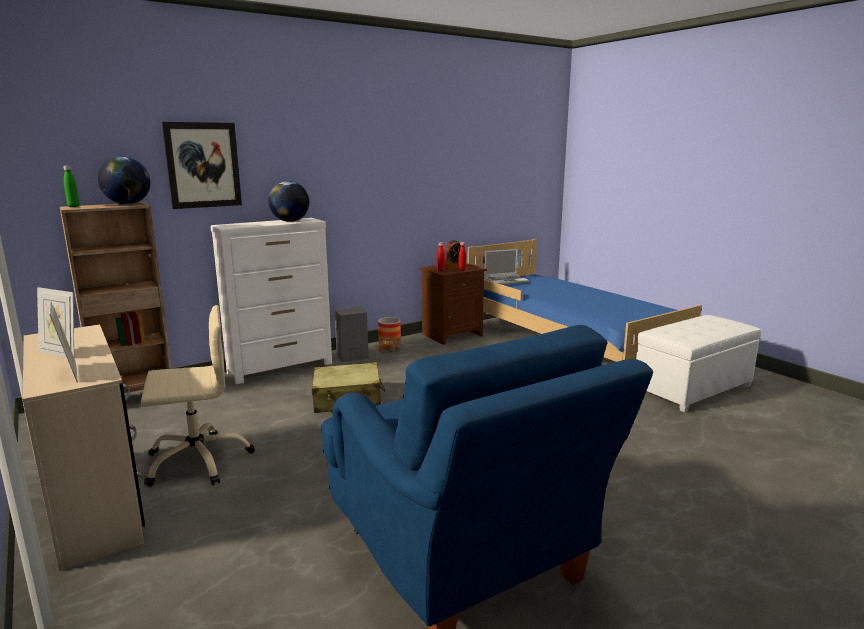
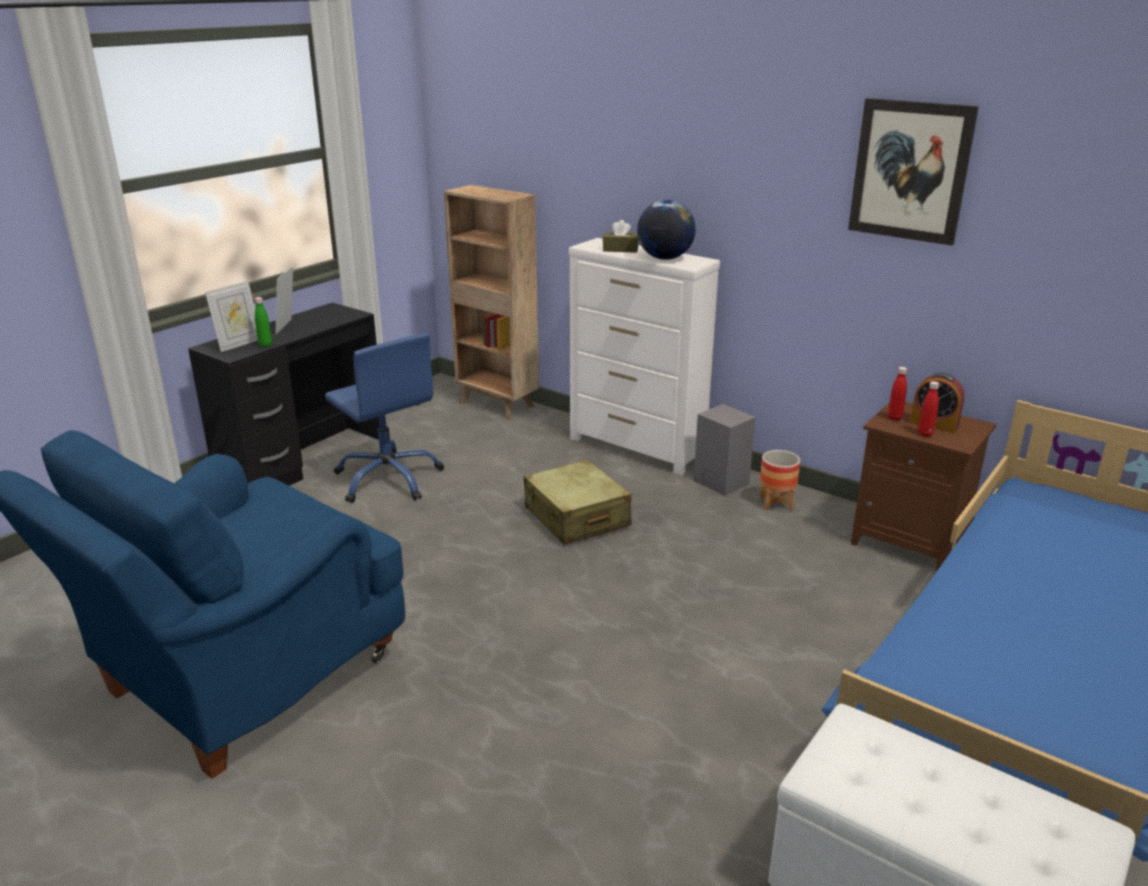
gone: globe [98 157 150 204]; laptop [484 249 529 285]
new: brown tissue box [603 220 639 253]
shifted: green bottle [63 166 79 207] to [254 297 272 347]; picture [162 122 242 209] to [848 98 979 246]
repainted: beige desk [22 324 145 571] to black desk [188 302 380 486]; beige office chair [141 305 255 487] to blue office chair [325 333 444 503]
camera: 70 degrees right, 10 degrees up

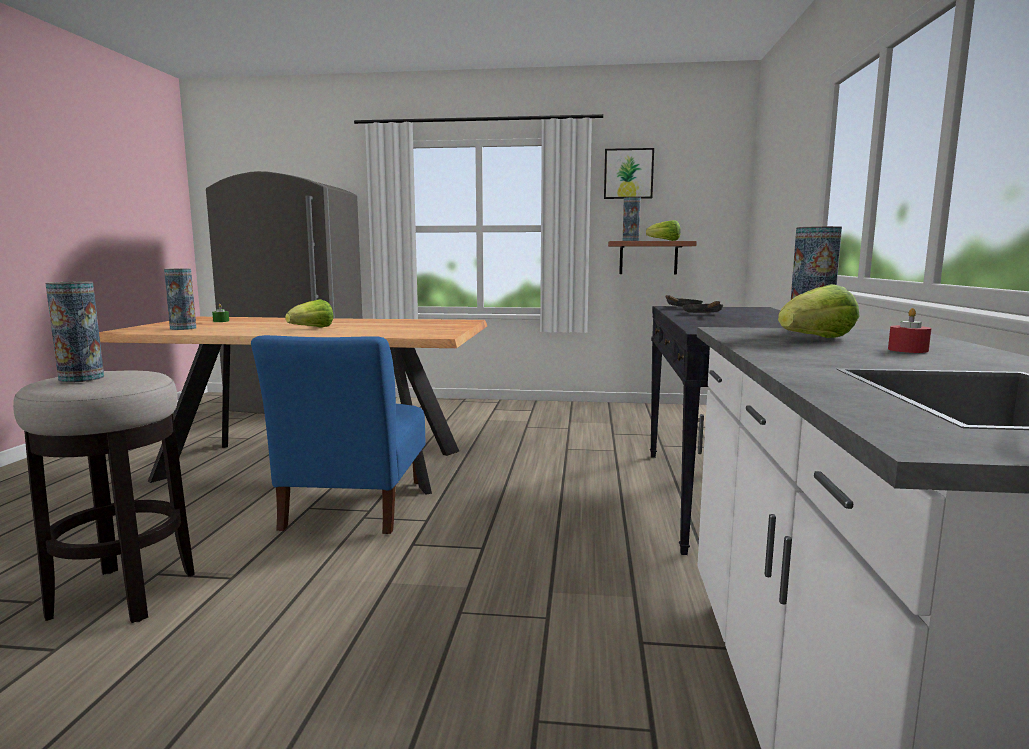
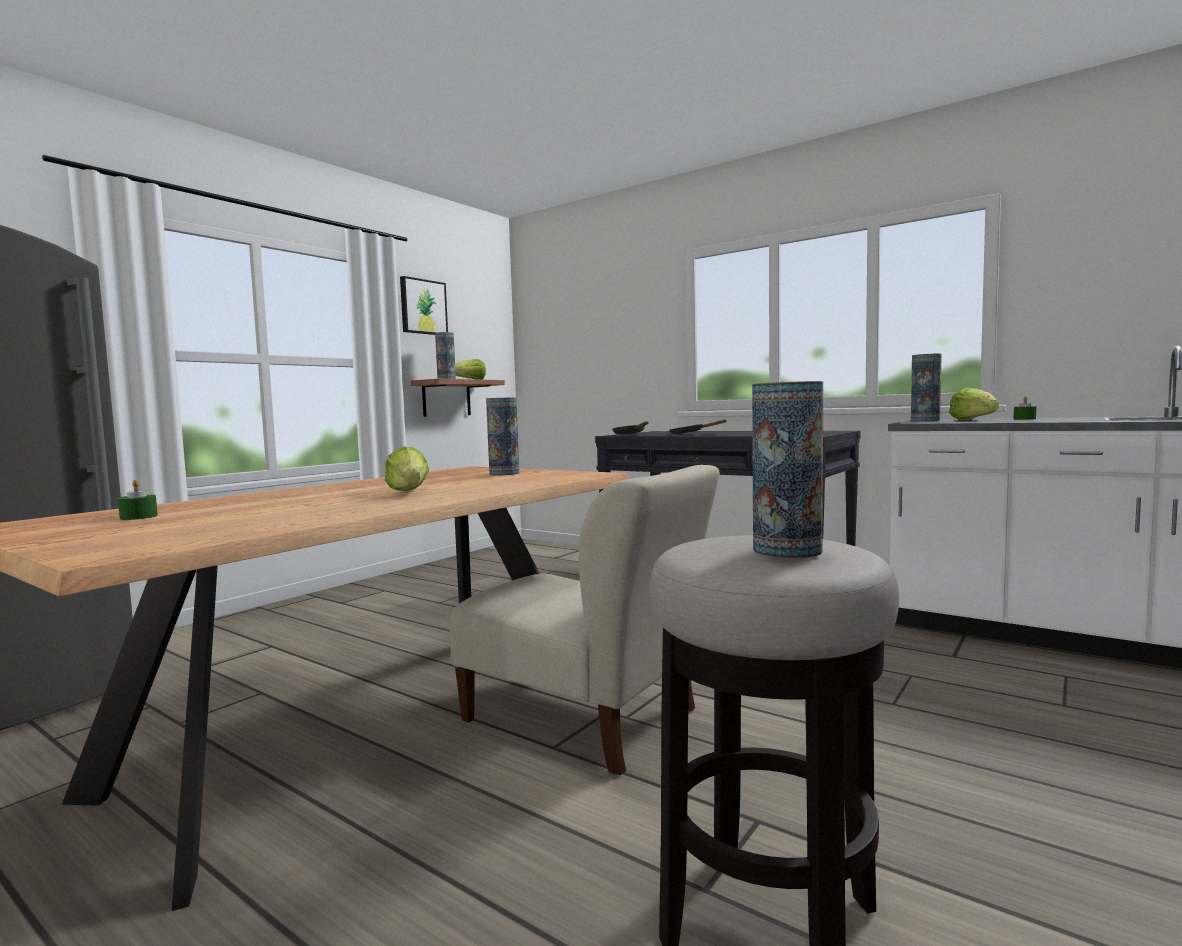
shifted: vase [164 268 196 330] to [486 397 519 475]
repainted: blue chair [251 335 425 534] to beige chair [450 465 720 775]; red candle [888 308 932 353] to green candle [1014 396 1036 419]
camera: 60 degrees left, 5 degrees down

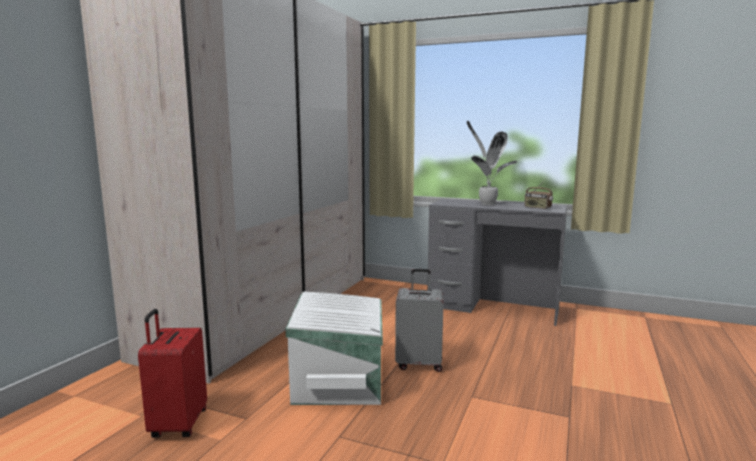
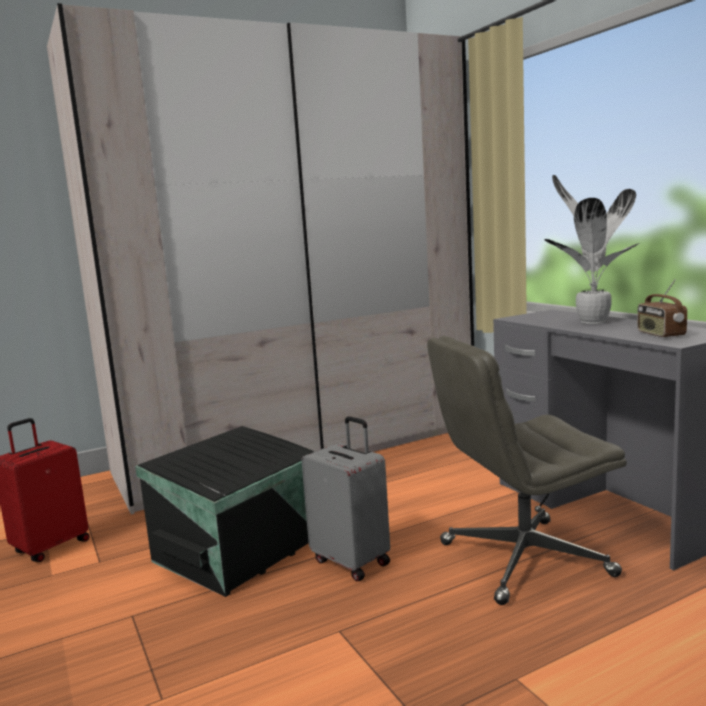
new: grey office chair [427 336 627 605]
repainted: white storage box [285 291 383 405] to black storage box [135 426 315 597]
camera: 40 degrees right, 0 degrees up

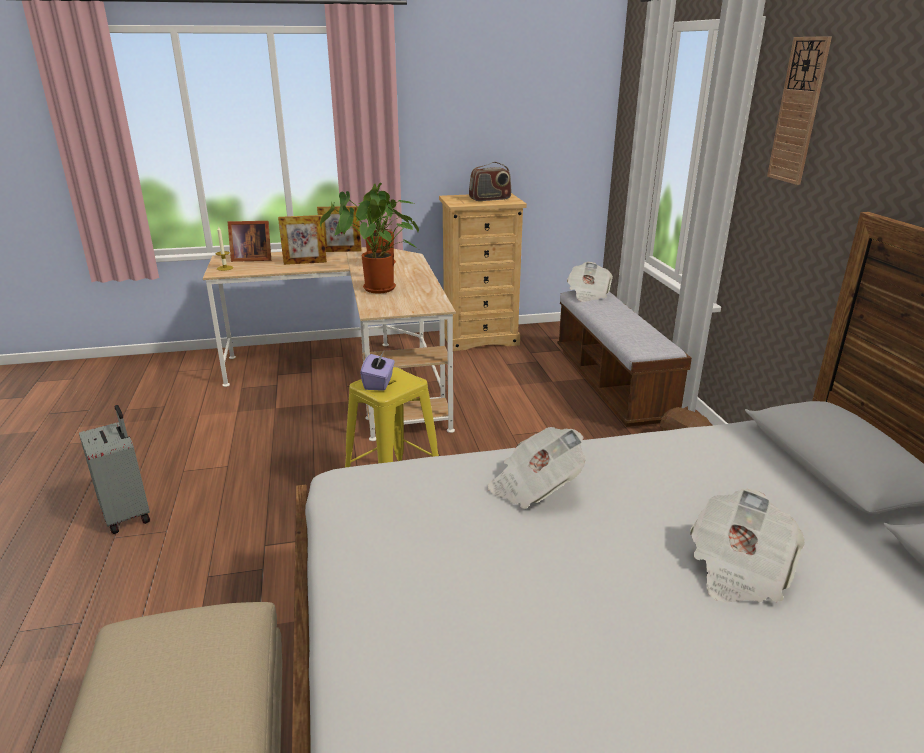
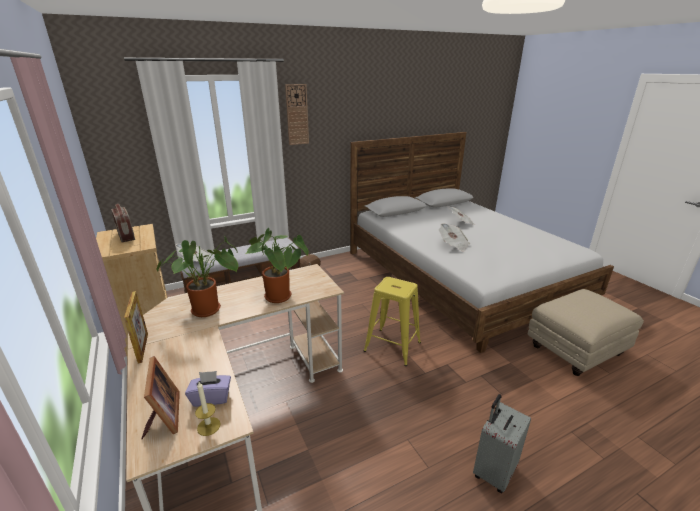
gone: picture frame [278 215 327 265]
shifted: purple tissue box [360 351 395 391] to [185 371 231 407]
camera: 105 degrees left, 0 degrees up

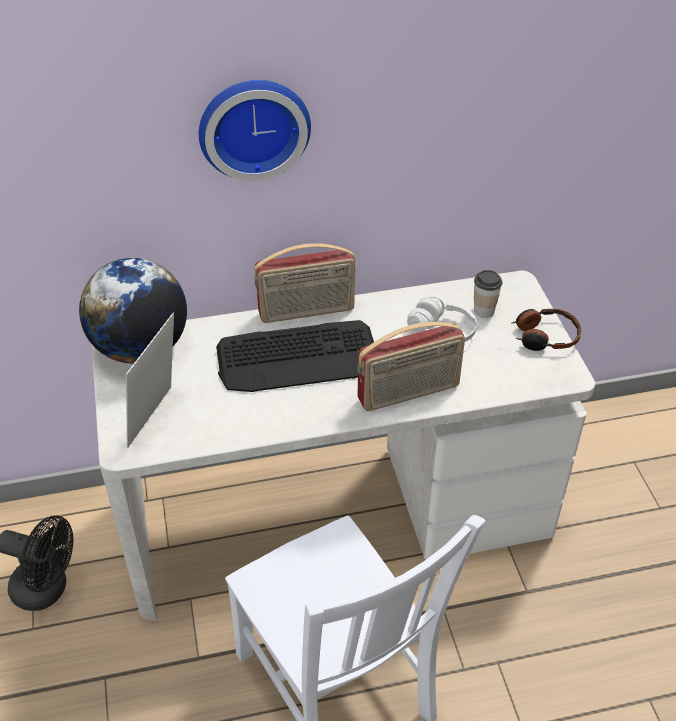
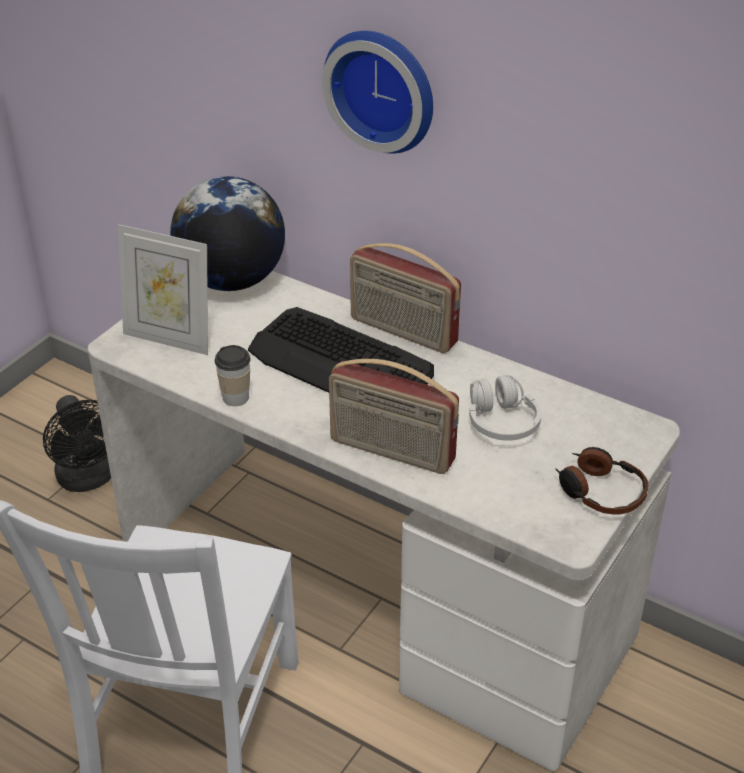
shifted: cup [474 270 503 318] to [214 345 251 406]
rotated: picture frame [126 313 174 448] = [118 224 208 355] 135 degrees counterclockwise
camera: 45 degrees right, 5 degrees down

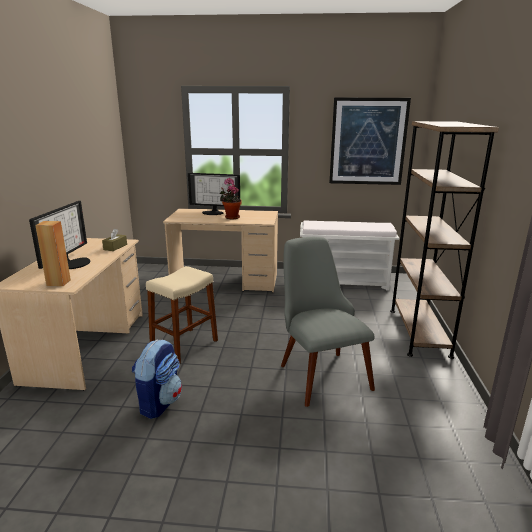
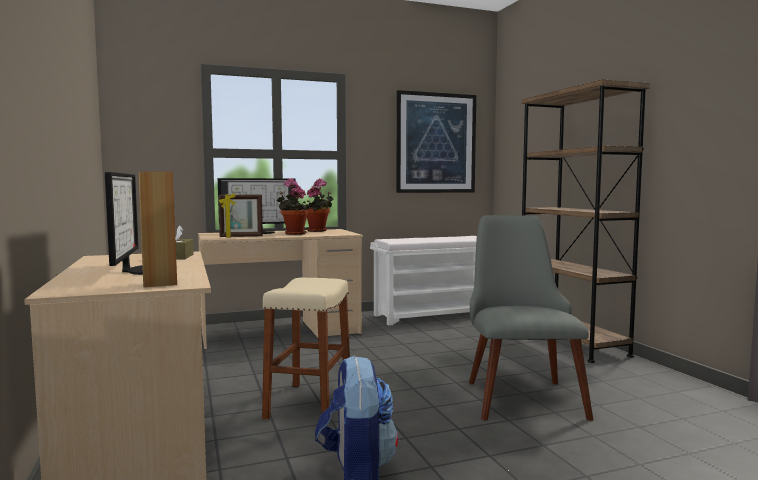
new: picture frame [218 193 263 238]; potted plant [306 178 334 232]
rotated: grey chair [281 237 375 407] = [469 215 593 421] 45 degrees clockwise
camera: 25 degrees left, 15 degrees down

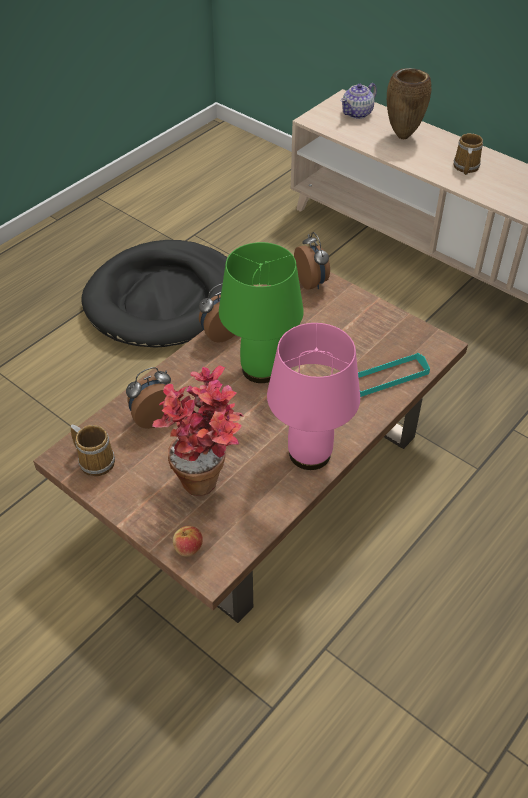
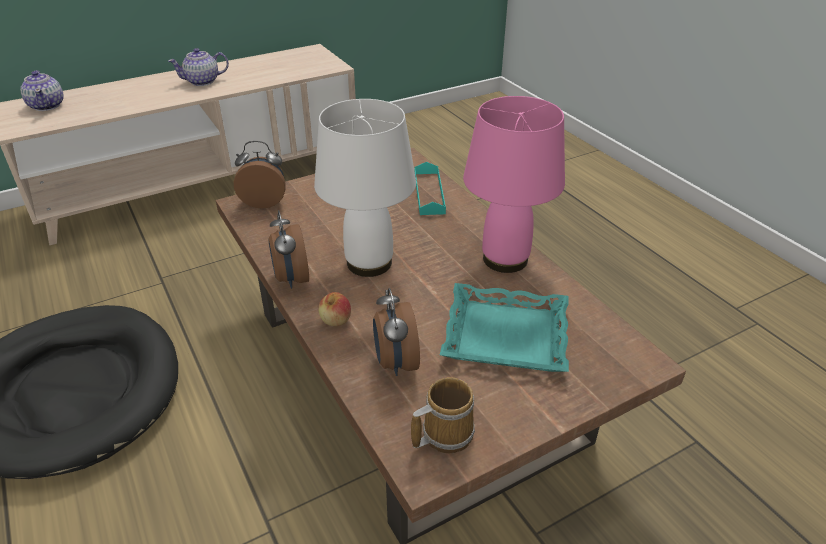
gone: brown vase [387 68 432 139]
shifted: apple [173 526 203 557] to [318 292 351 326]
swapped: mug [453 133 483 175] to teapot [168 48 229 86]; potted plant [152 365 244 496] to turquoise tray [440 283 569 372]
repainted: green table lamp [219 242 304 383] to white table lamp [314 99 416 277]
camera: 70 degrees left, 10 degrees down

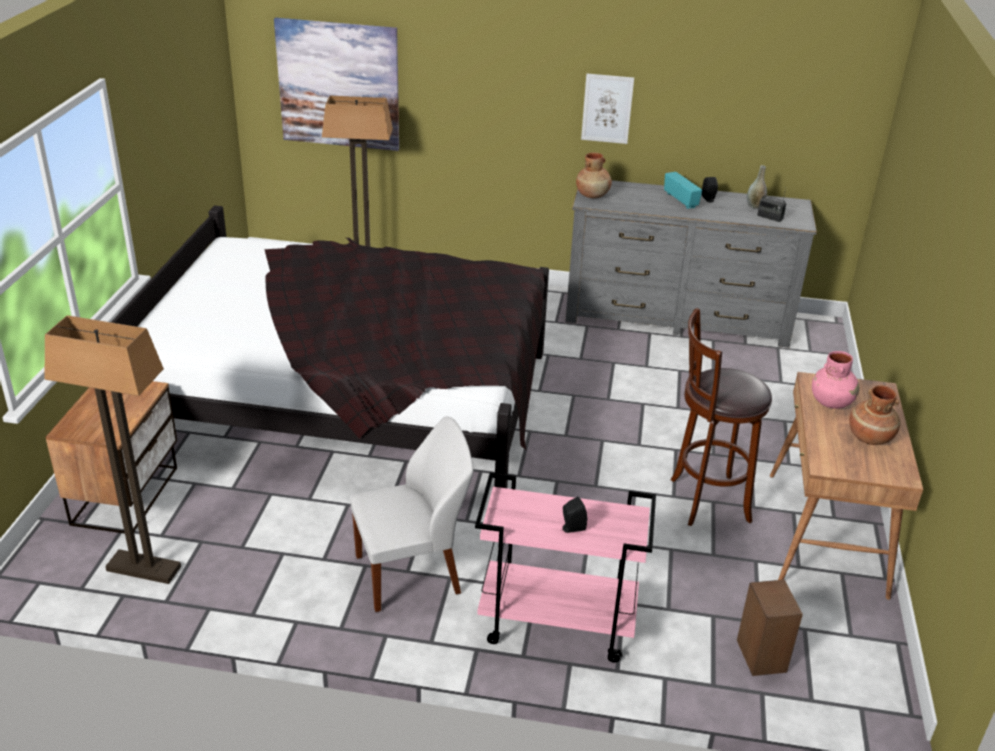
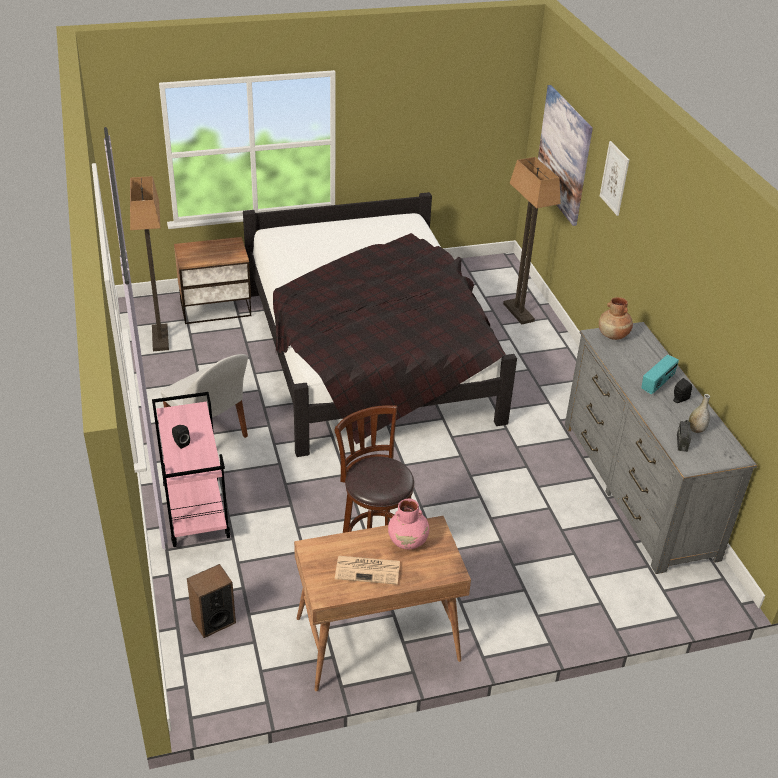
shifted: picture [581 74 634 144] to [600 141 629 216]
swapped: brown vase [849 385 900 445] to newspaper [335 556 400 585]
camera: 65 degrees right, 5 degrees up

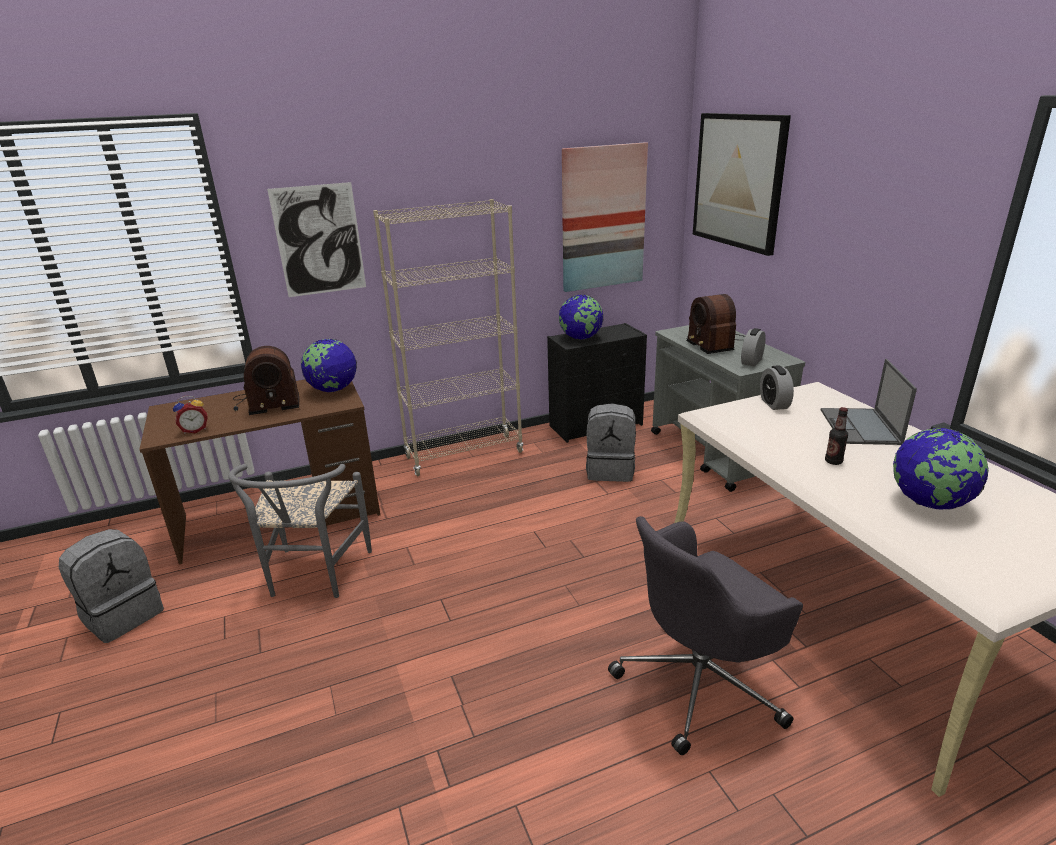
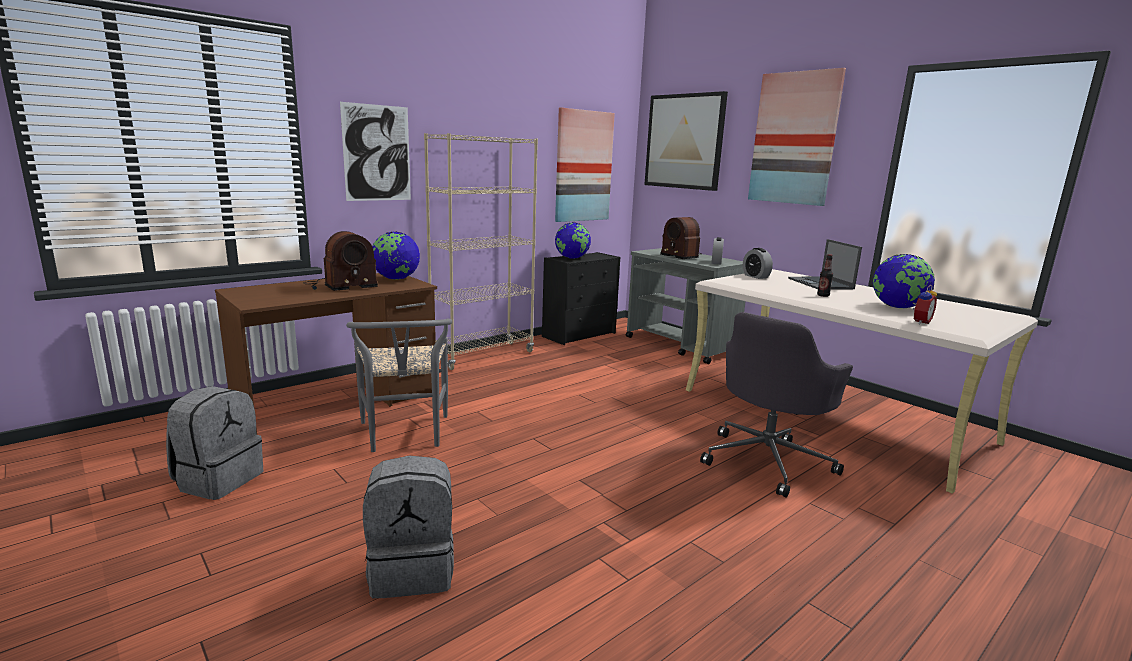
new: picture [748 68 846 206]
shifted: grey backpack [586 403 636 482] to [363 455 454 598]; alarm clock [173 396 208 434] to [913 284 937 324]
camera: 20 degrees left, 10 degrees down

